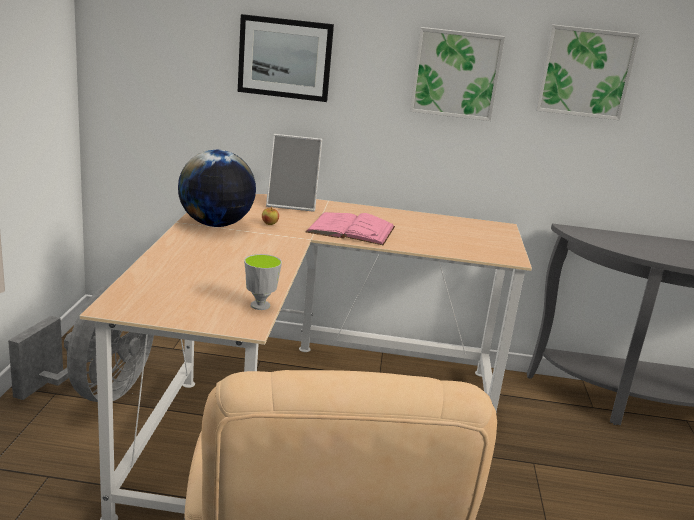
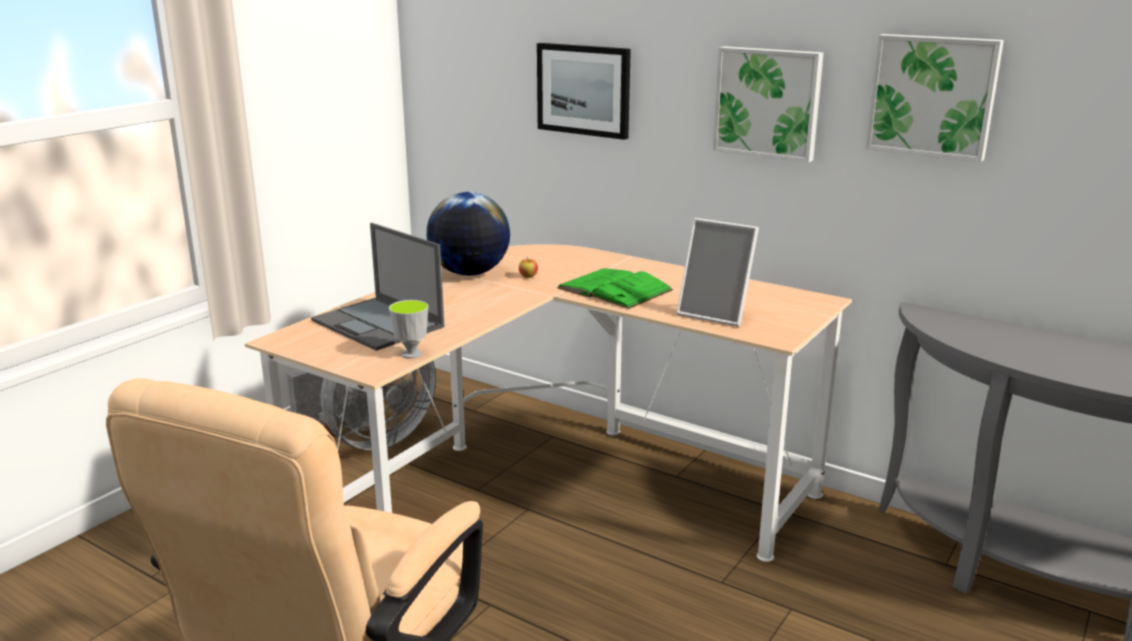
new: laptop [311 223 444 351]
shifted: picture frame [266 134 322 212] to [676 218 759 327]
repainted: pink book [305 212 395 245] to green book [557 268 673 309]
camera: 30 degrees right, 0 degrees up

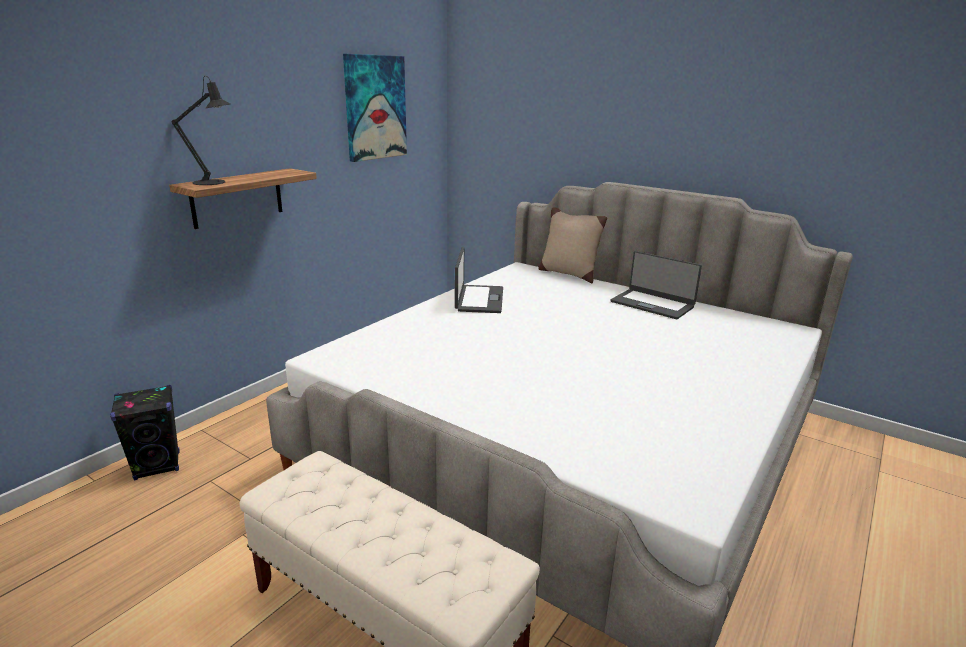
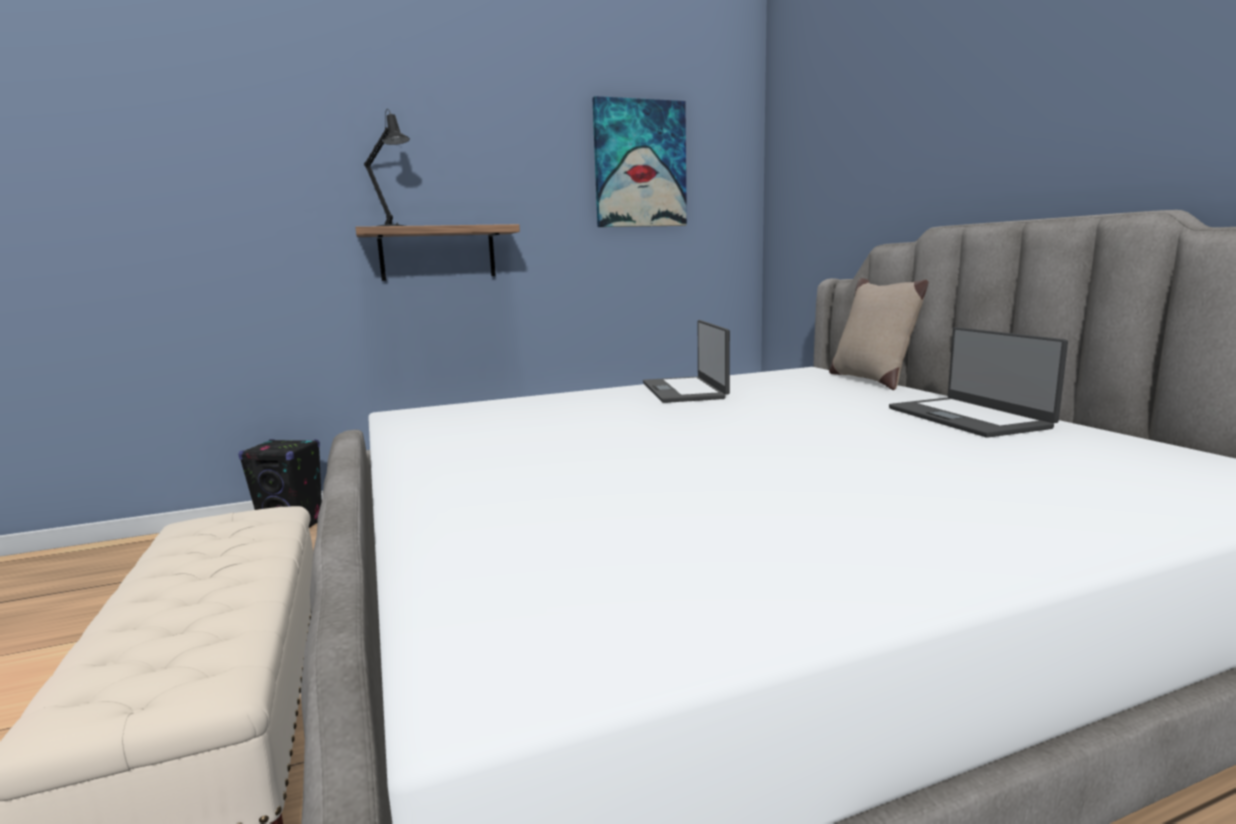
rotated: laptop [455 247 503 313] = [643 320 730 403] 135 degrees clockwise
camera: 35 degrees right, 10 degrees down

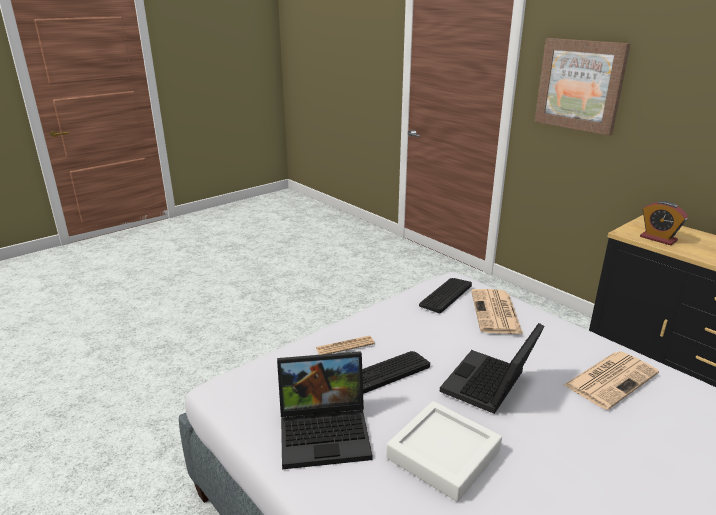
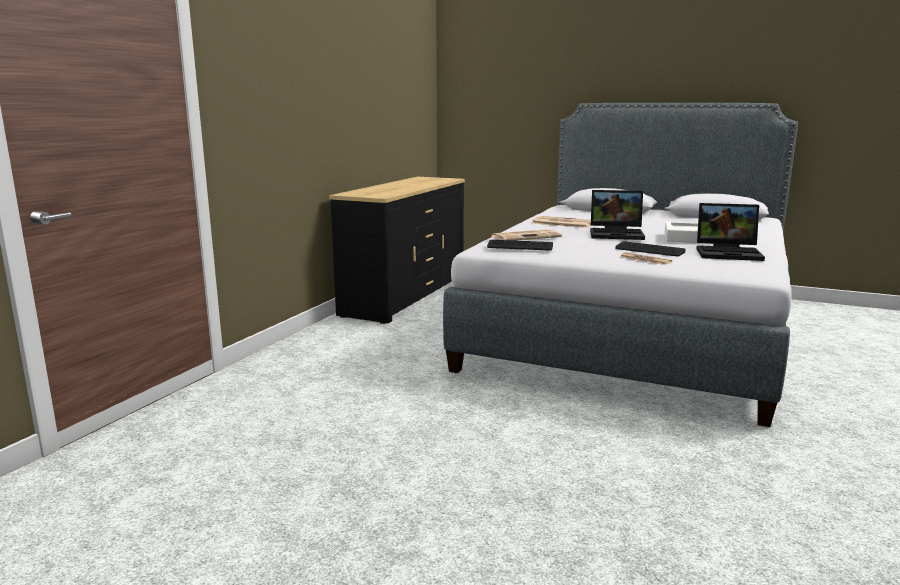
gone: picture [534 38 631 136]; alarm clock [640 201 688 245]
rotated: laptop [277 351 372 470] = [696 203 765 261] 135 degrees clockwise
camera: 115 degrees left, 10 degrees down

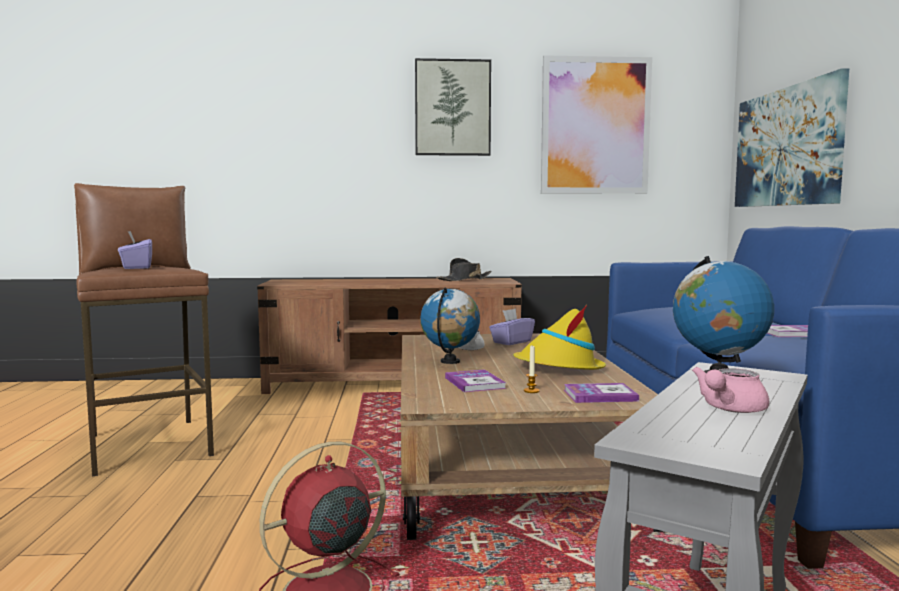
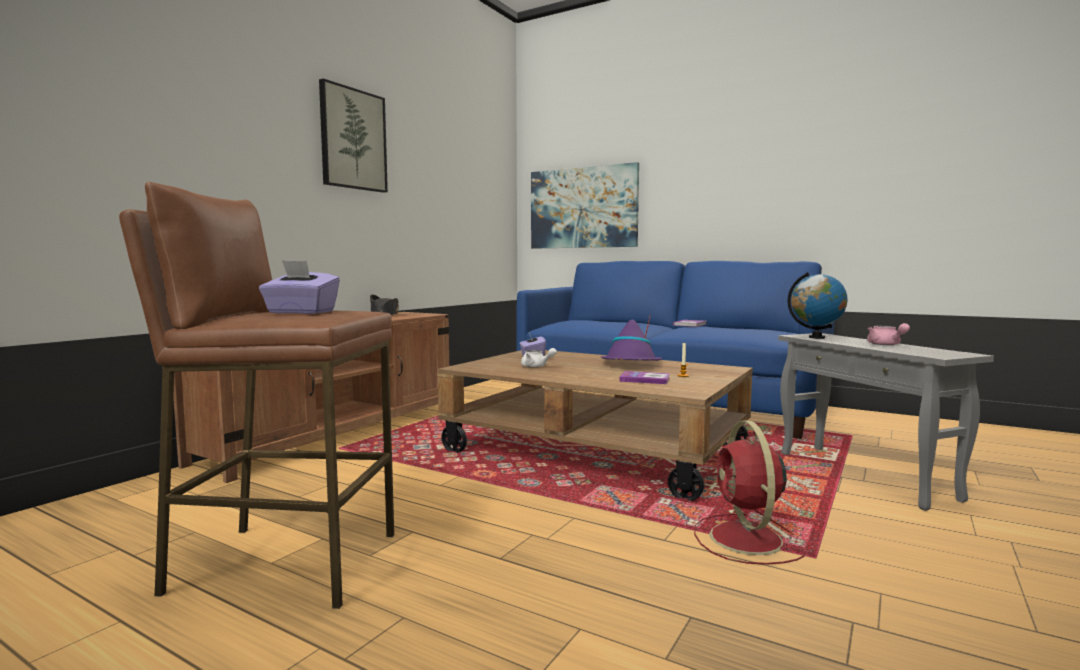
gone: globe [420 288 480 364]; picture [541 55 652 194]; book [564 383 639 403]
repainted: yellow hat [513 305 606 370] to purple hat [601 318 662 361]
camera: 55 degrees left, 0 degrees up

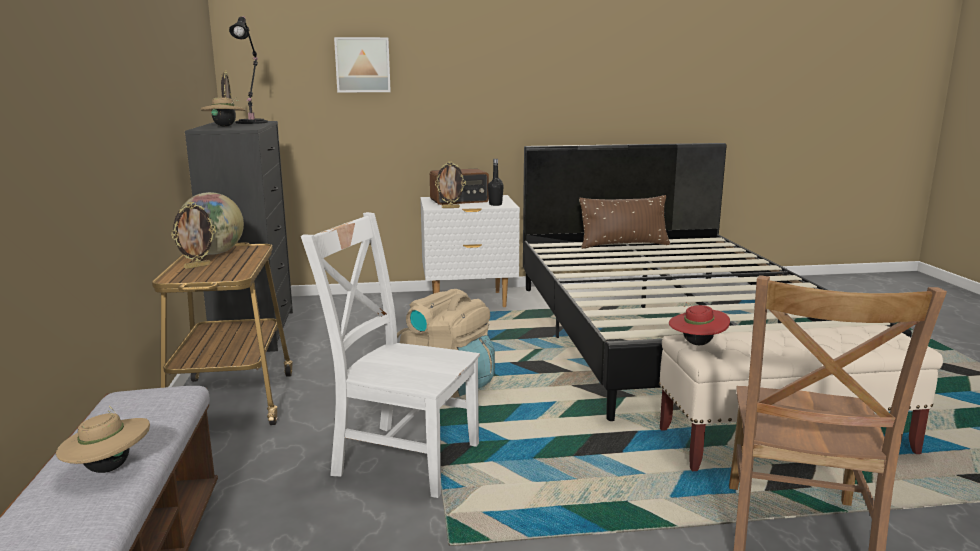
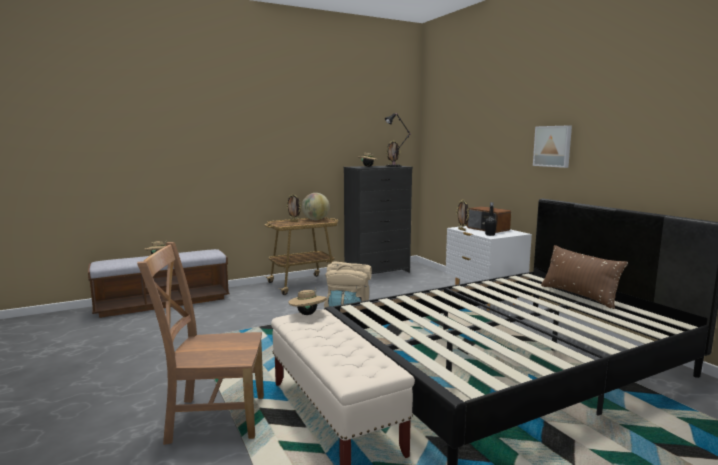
gone: white chair [301 212 480 498]
shifted: picture [334 37 391 93] to [533 125 572 168]
repainted: red hat [669 302 730 345] to beige hat [288 288 327 315]
camera: 70 degrees right, 5 degrees down

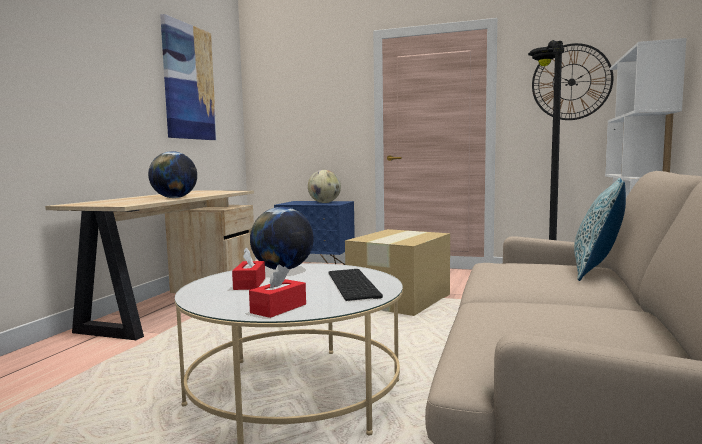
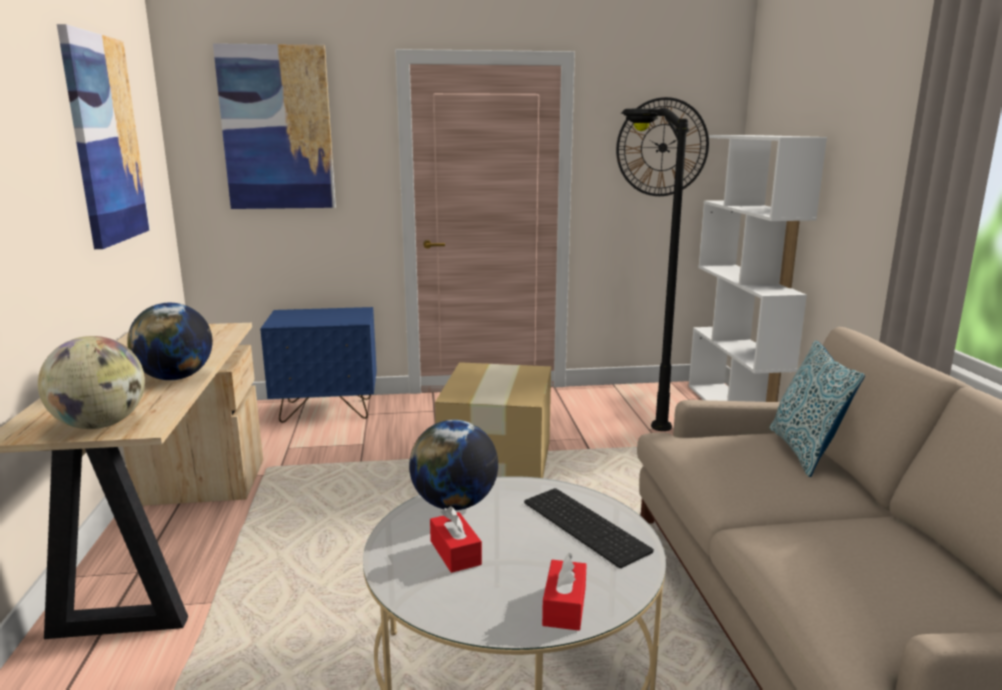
new: picture [213 43 336 209]
shifted: globe [308 170 341 203] to [38 336 145 429]
camera: 25 degrees left, 10 degrees up

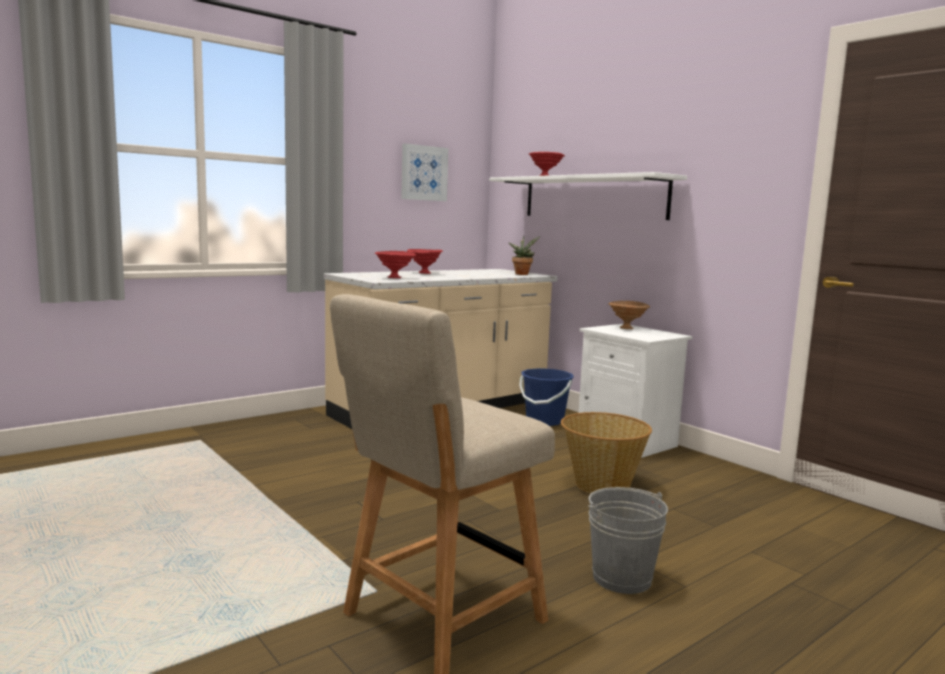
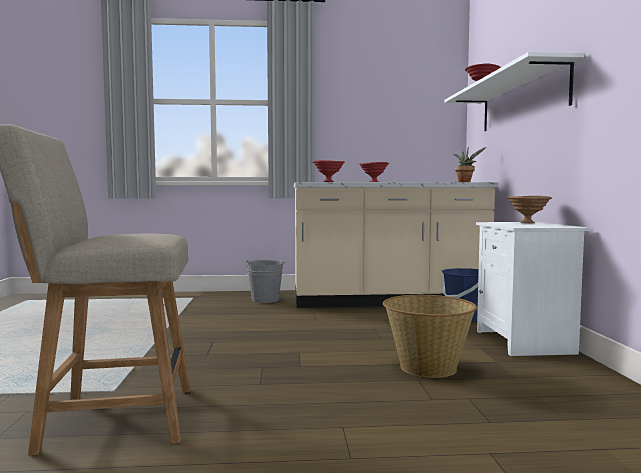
gone: picture [401 143 448 201]
shifted: grey bucket [588 487 668 594] to [246 260 286 303]
camera: 35 degrees right, 5 degrees down

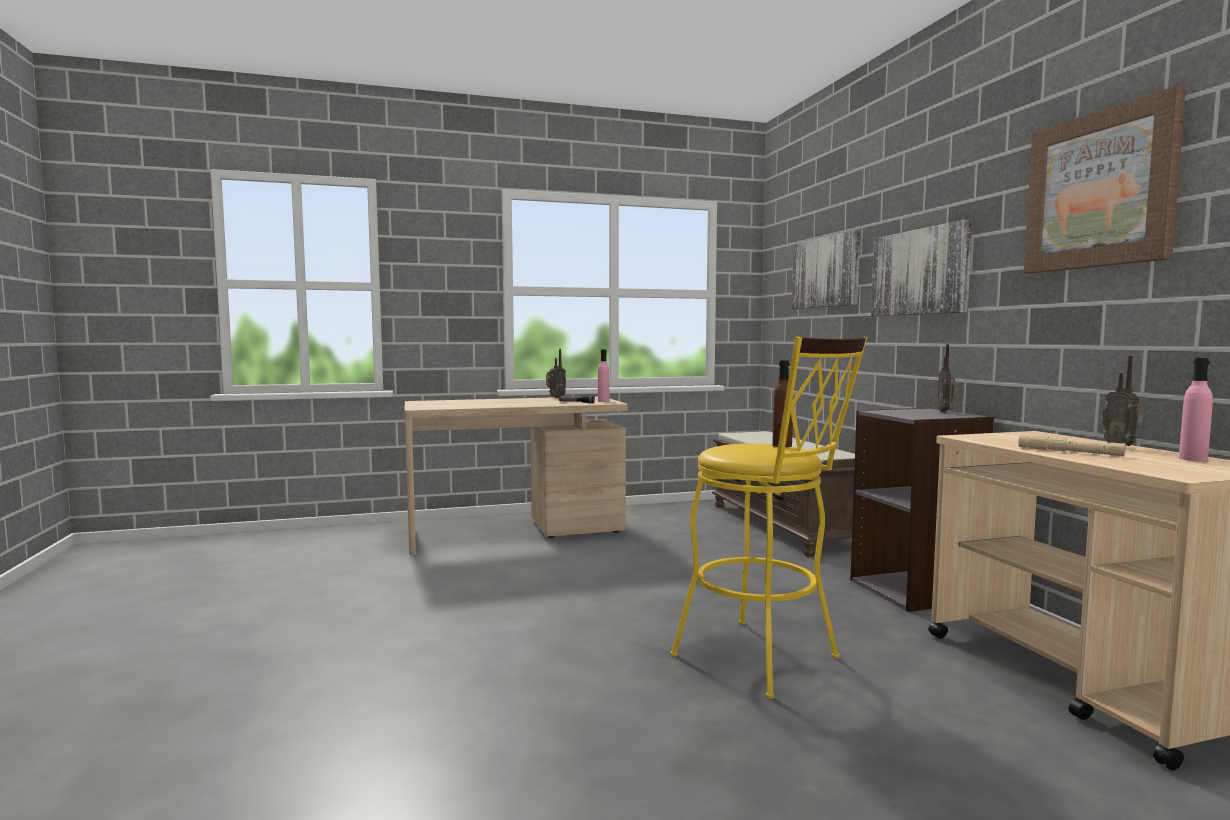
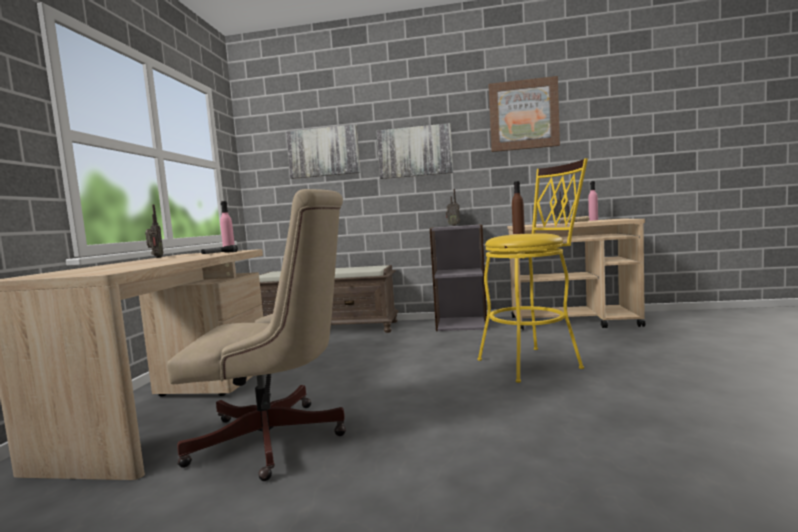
new: beige office chair [167 189 346 481]
camera: 65 degrees left, 0 degrees up

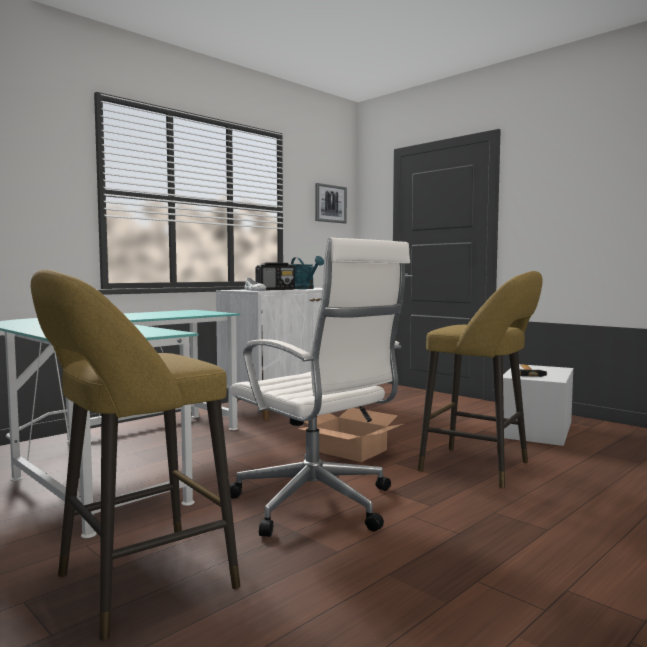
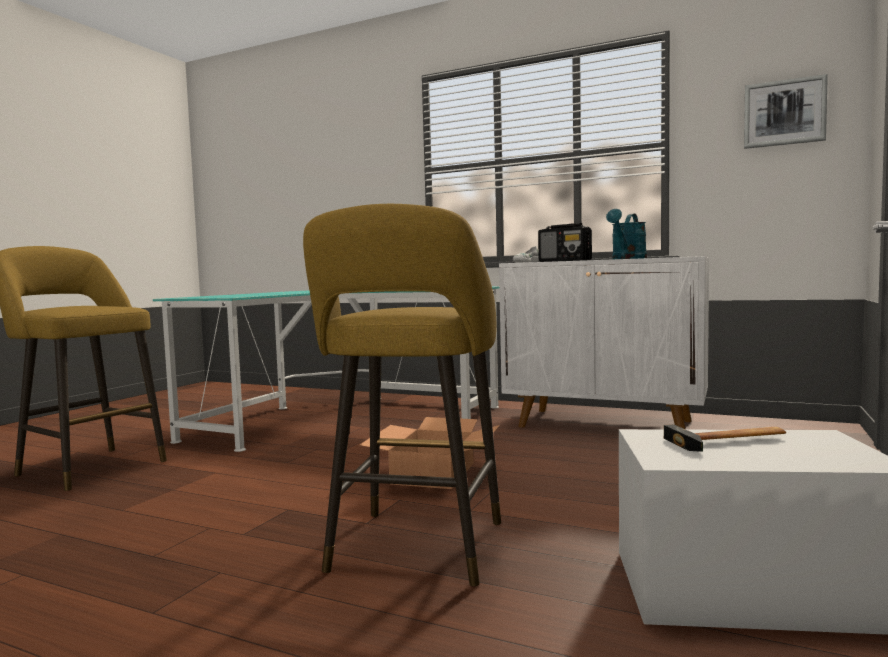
gone: white office chair [230 238 410 537]
camera: 70 degrees right, 0 degrees up

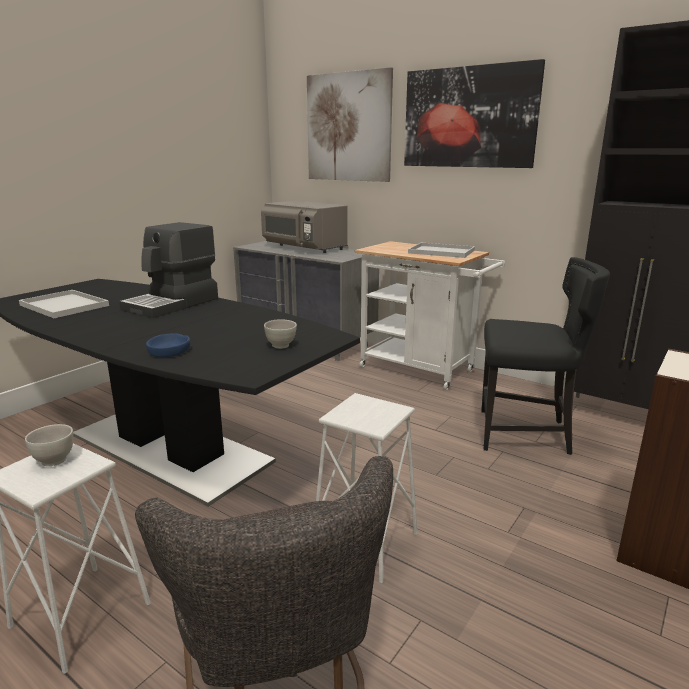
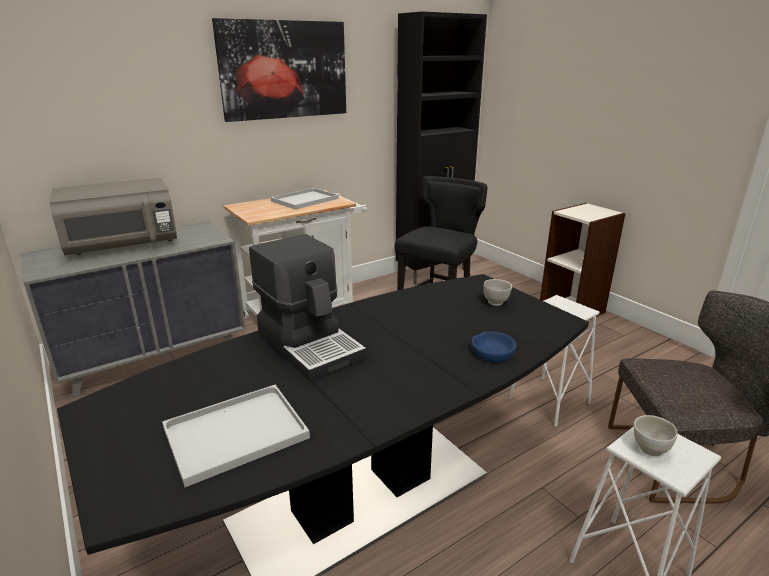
gone: picture [307 67 393 182]
camera: 70 degrees left, 5 degrees up

